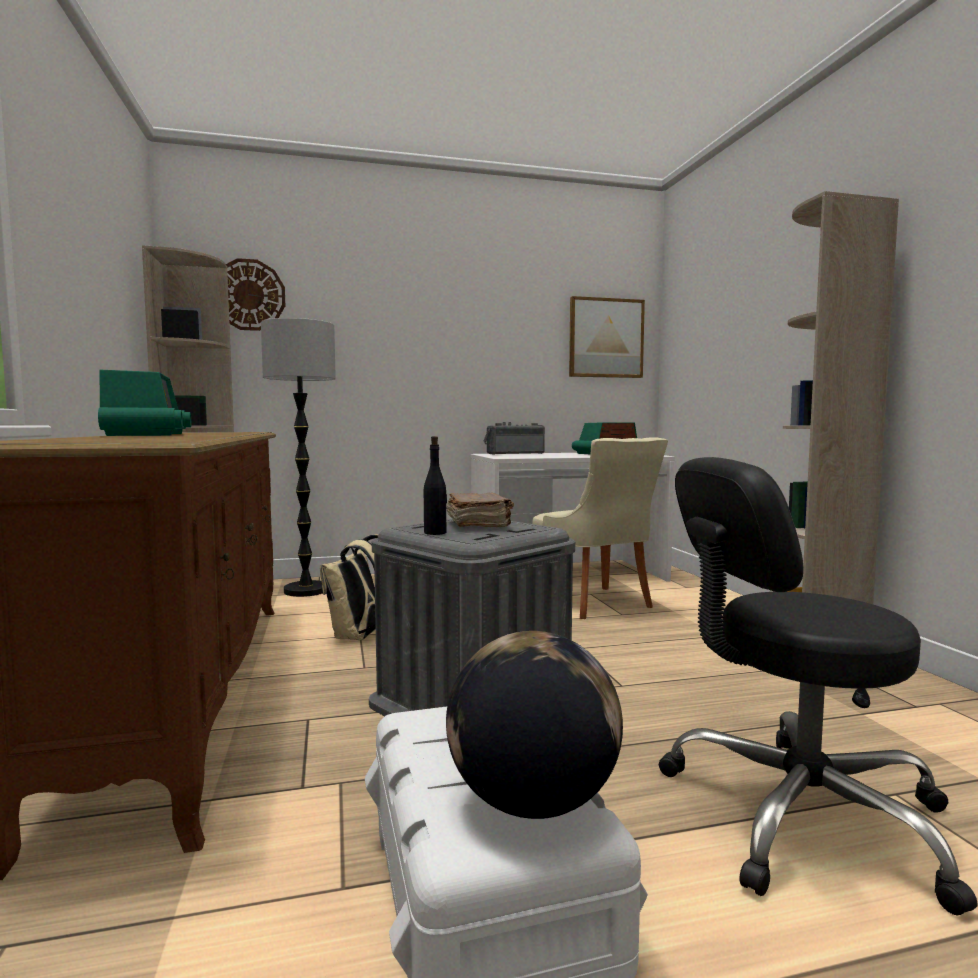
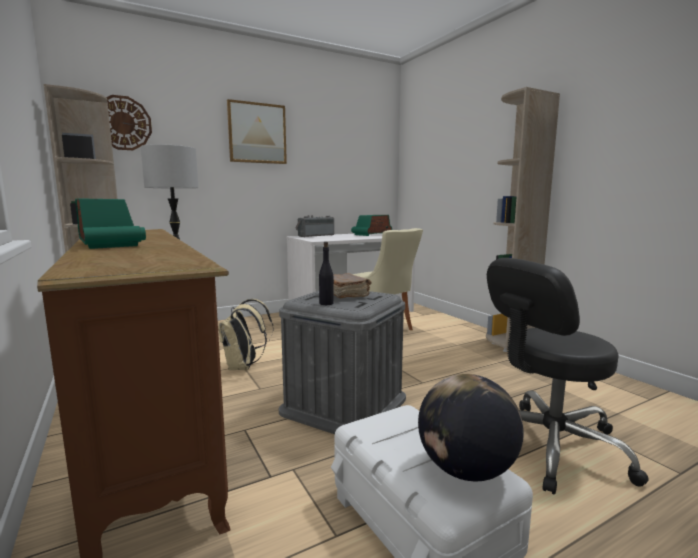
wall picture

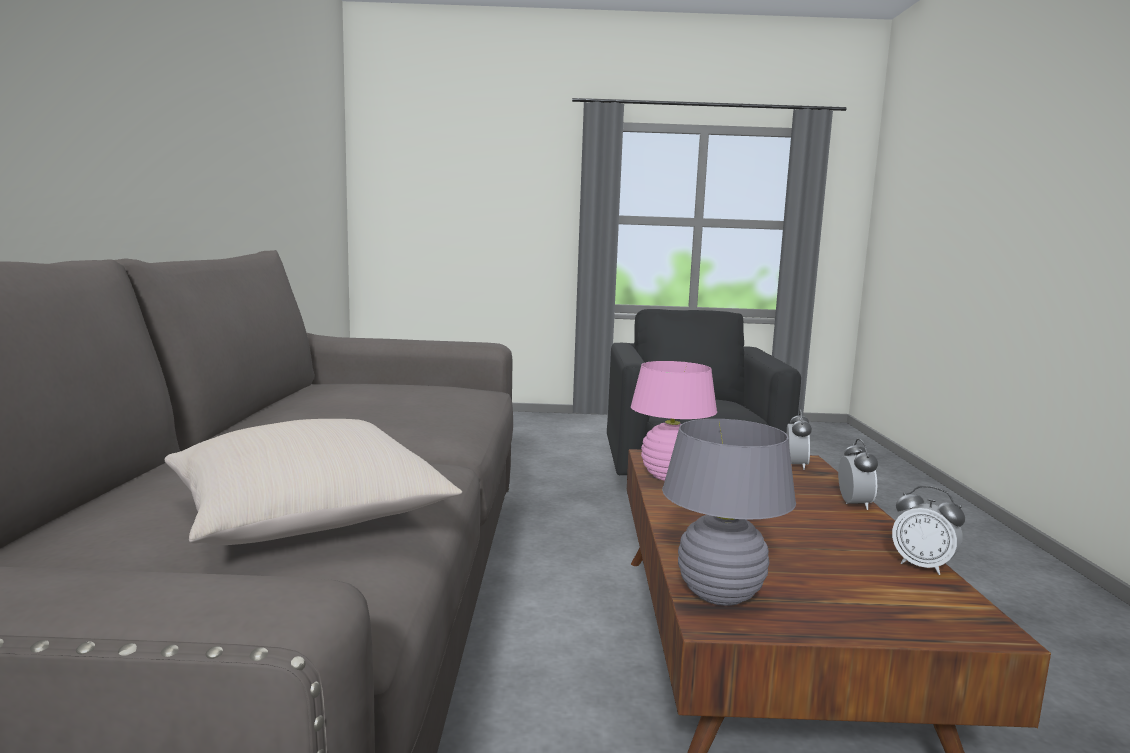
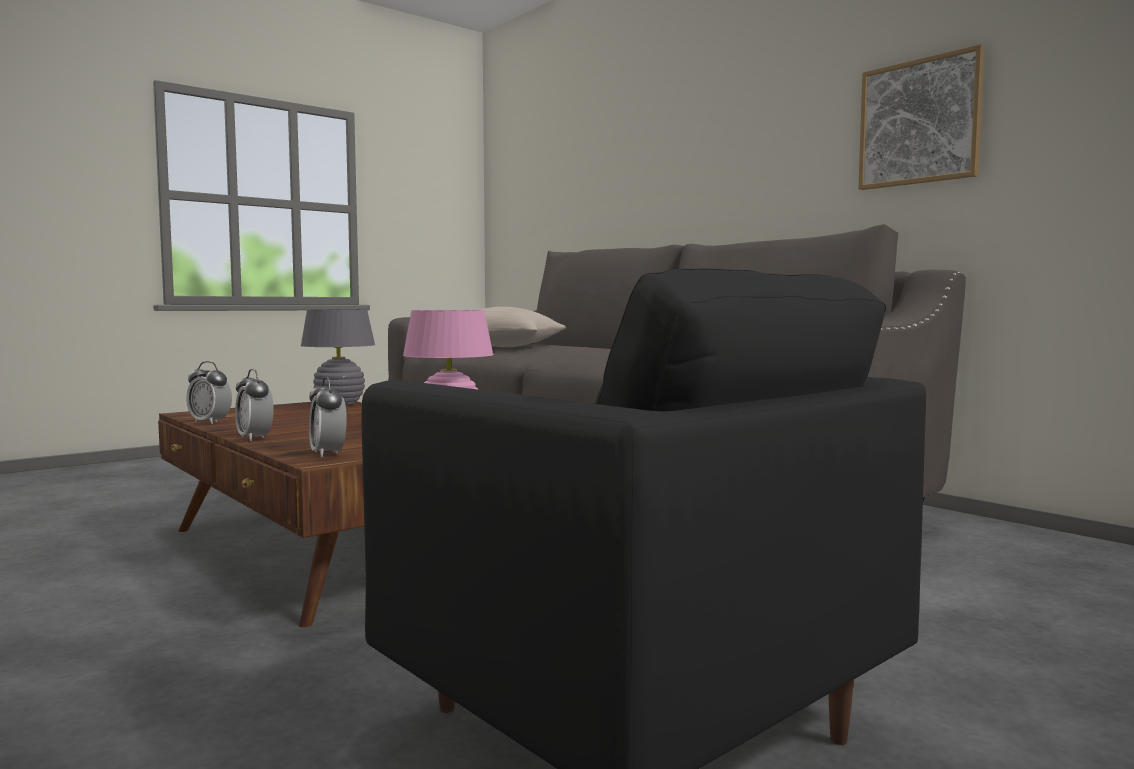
wall picture
table clock (no. 1 from left)

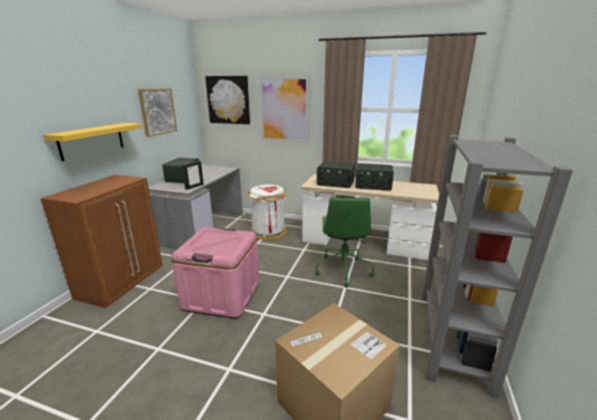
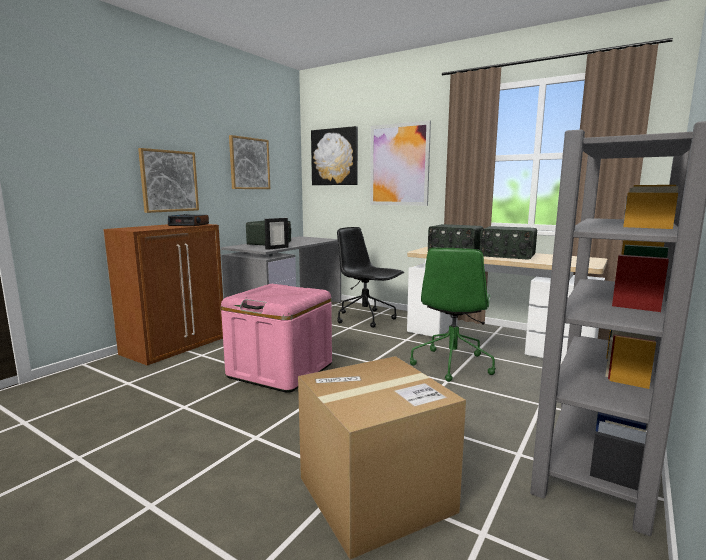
table clock
wall picture (no. 1 from left)
computer chair/black-coloured

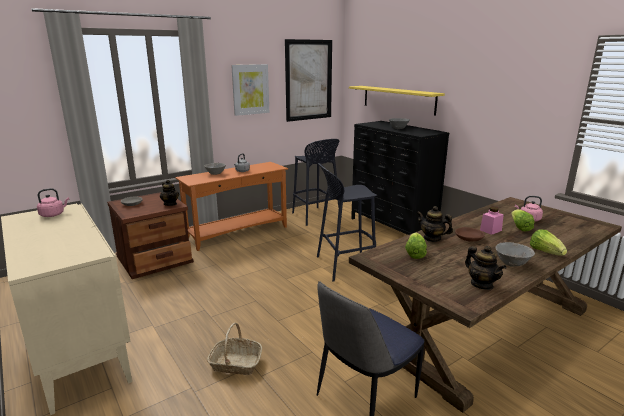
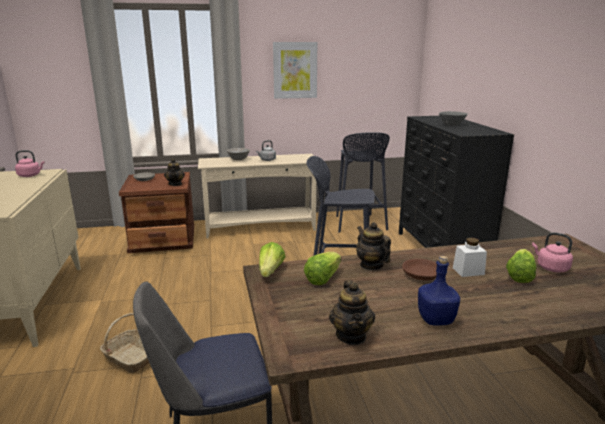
wall picture (no. 2 from left in the first image)
wall shelf/yellow-coloured
lettuce (no. 1 from left)
drink bottle/blue-coloured
narrow table/beige-coloured
jar/white-coloured

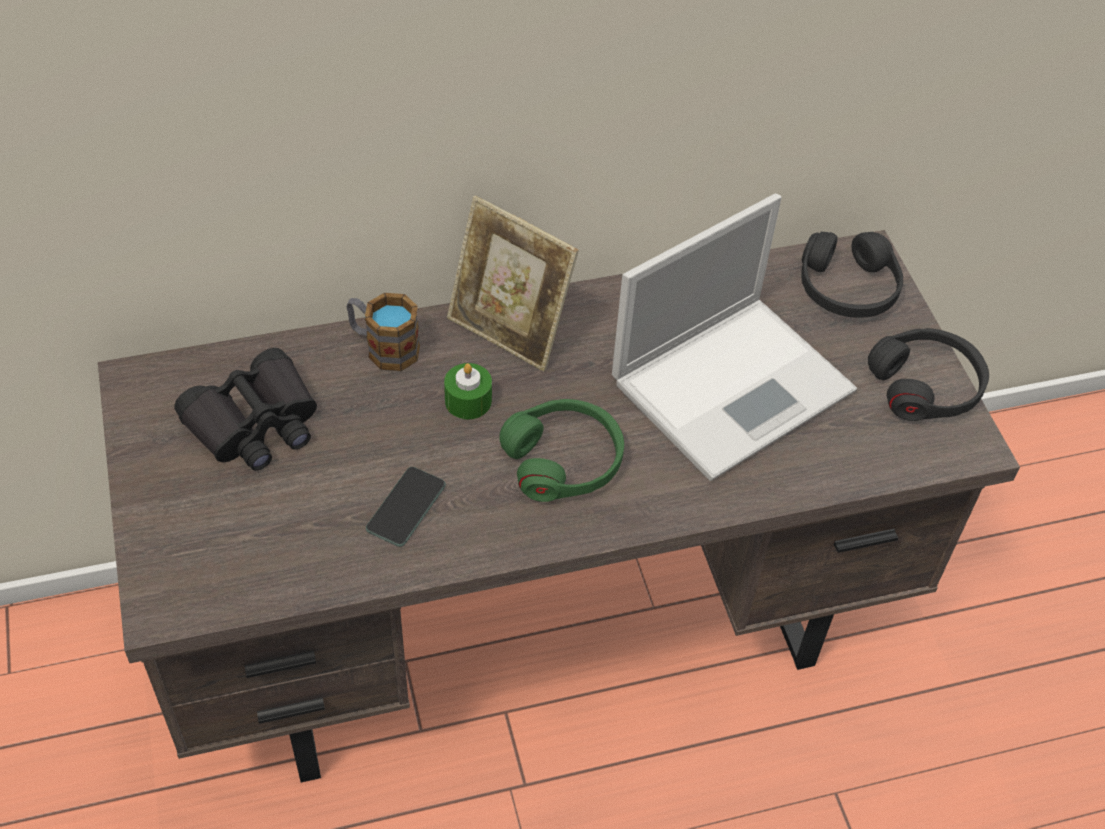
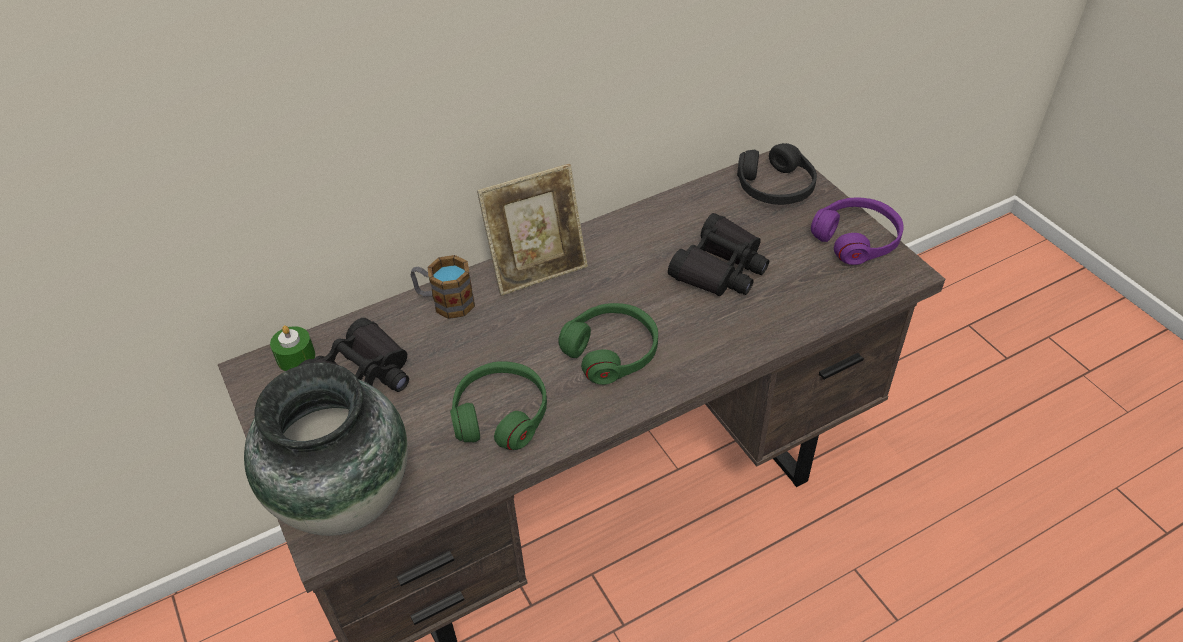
decorative vase
wax candle/greenish
pair of headphones/greenish (no. 1 from left)
pair of binoculars/black-coloured (no. 2 from left)
pair of headphones/purple
picture frame

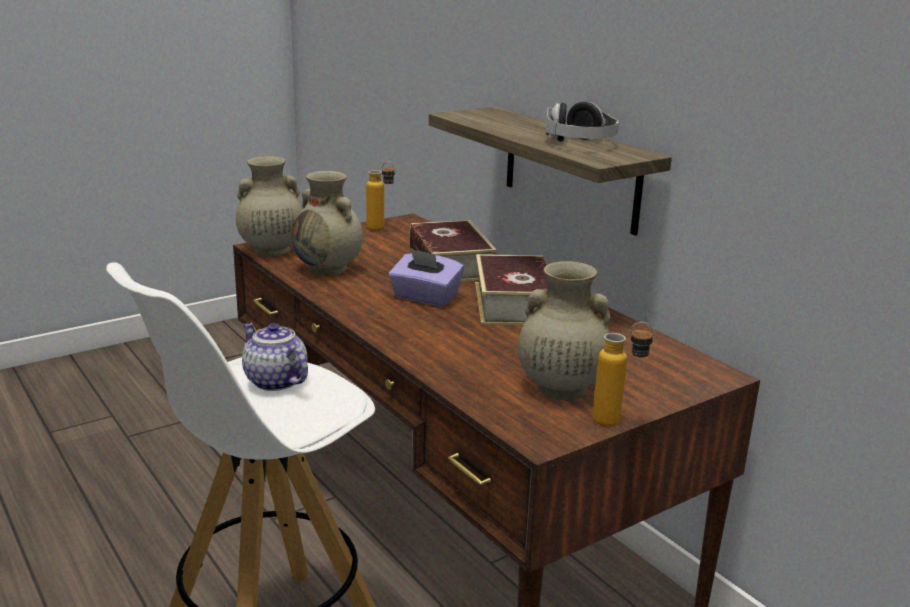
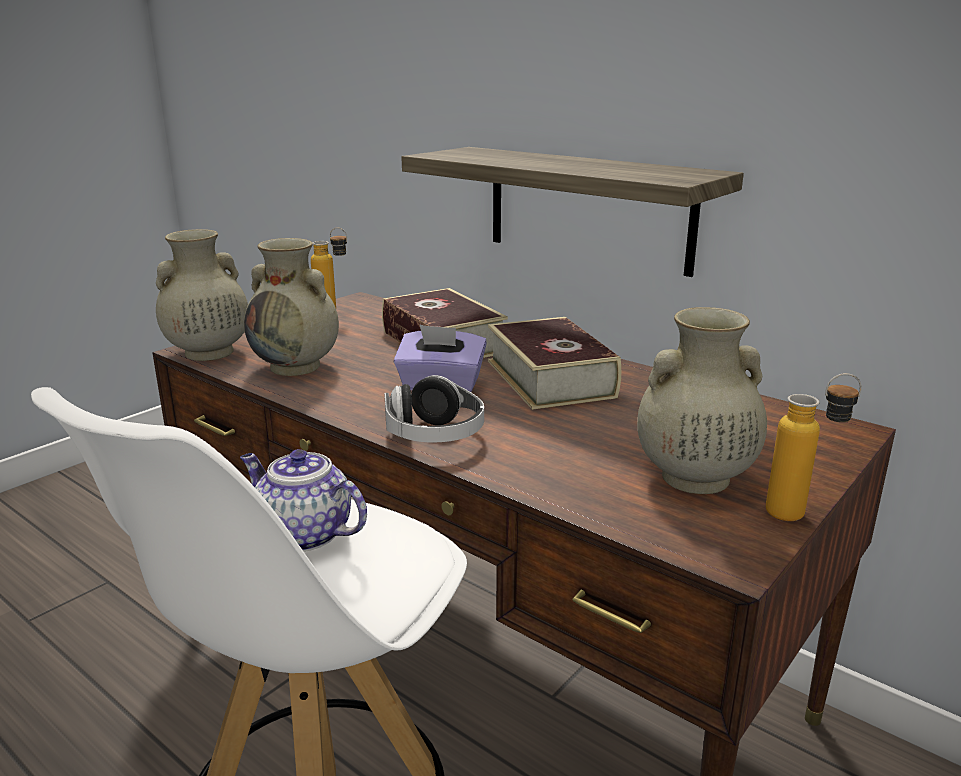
pair of headphones

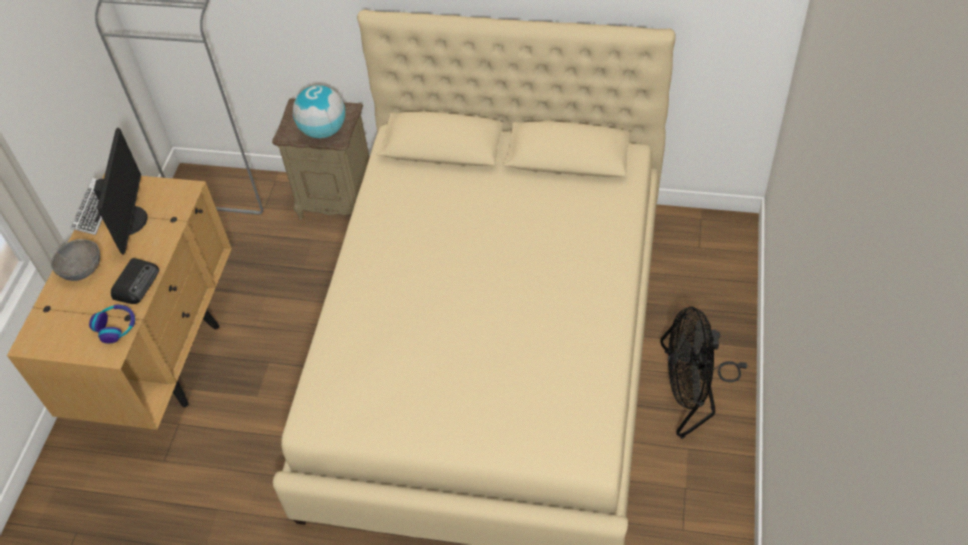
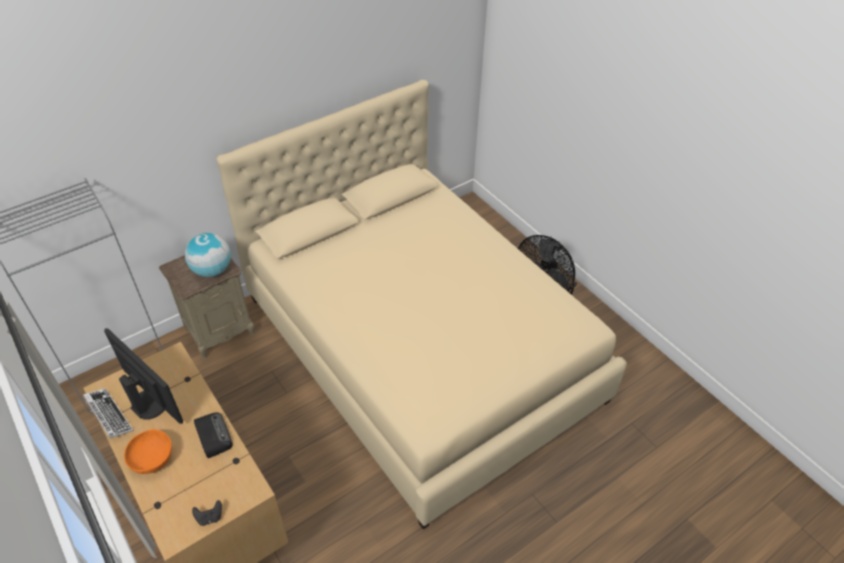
pair of headphones
game controller/black-coloured
serving bowl/orange

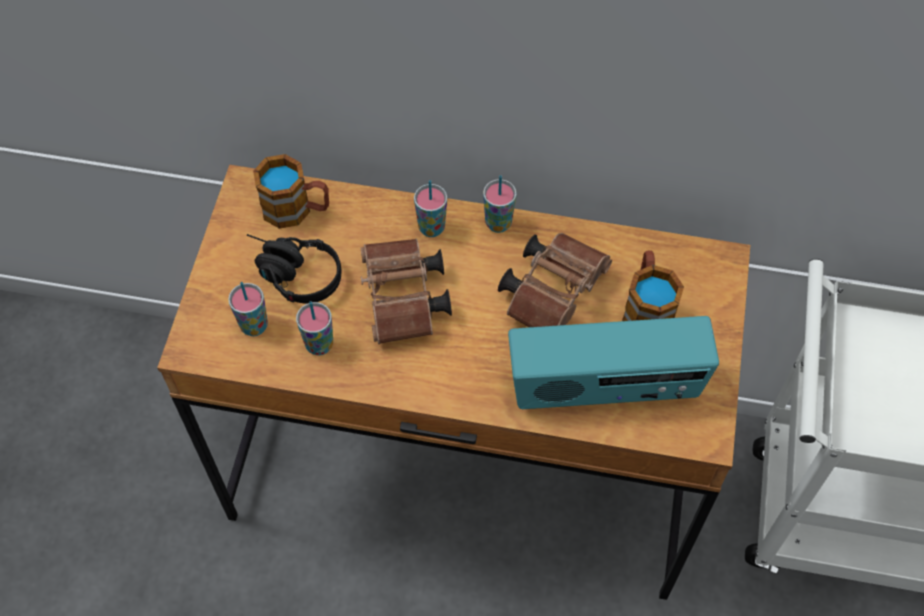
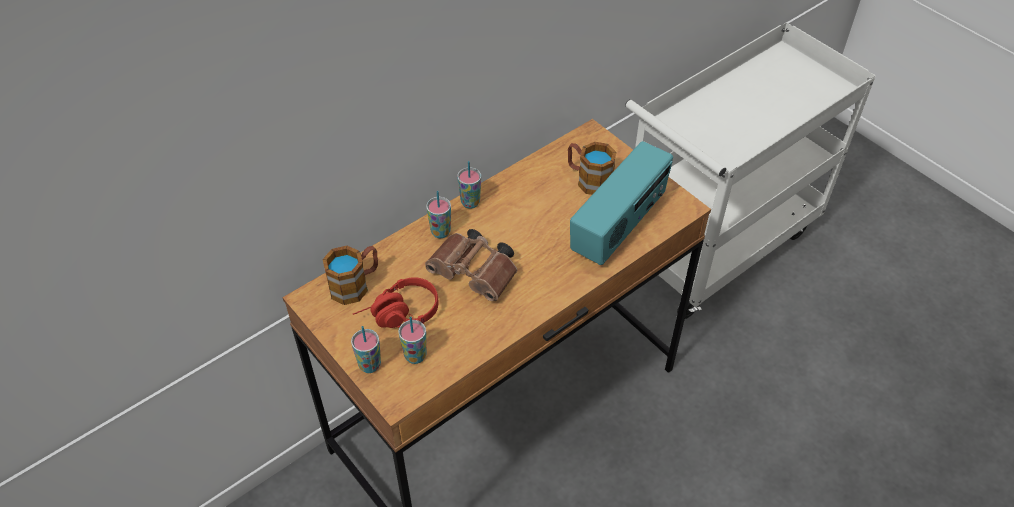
pair of binoculars/brownish (no. 2 from left in the first image)
cup (no. 1 from left)
pair of headphones/red-coloured

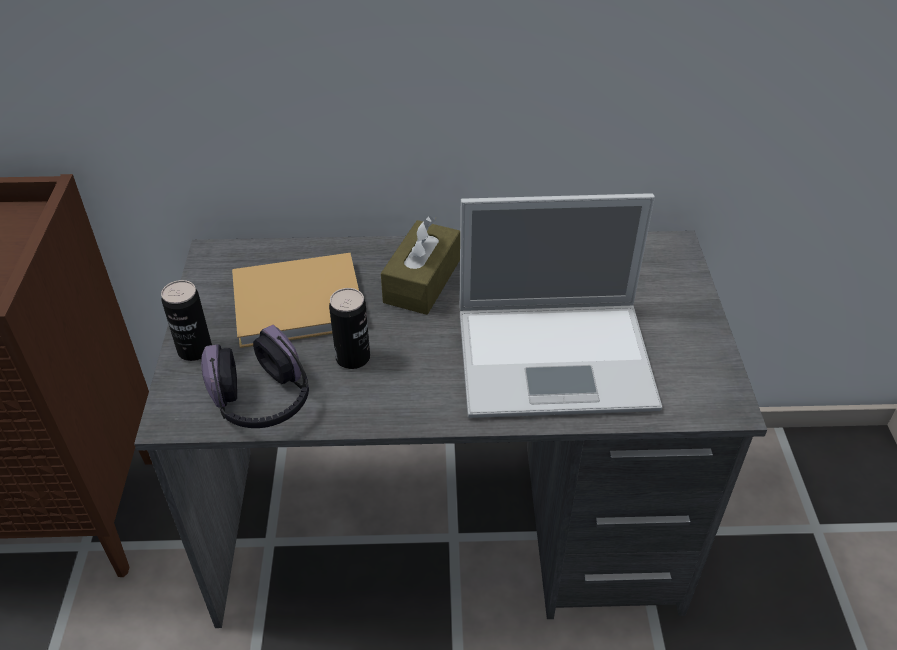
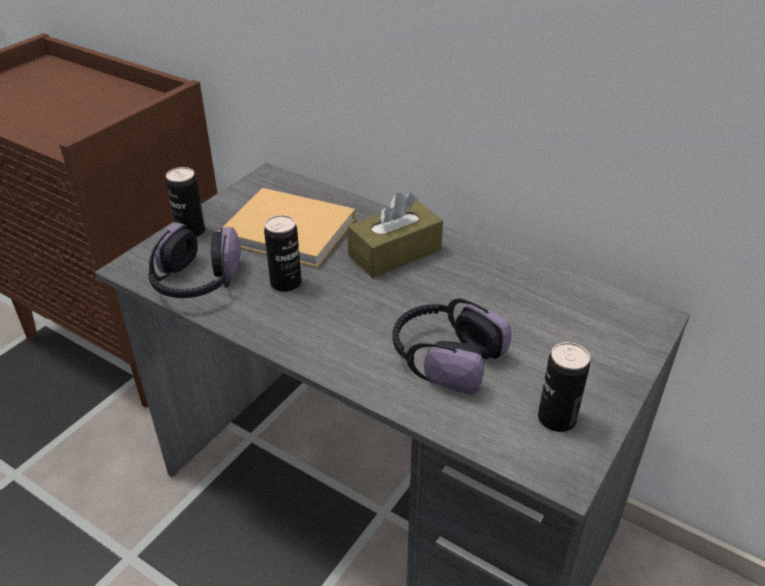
sealed can (no. 3 from left)
pair of headphones (no. 2 from left)

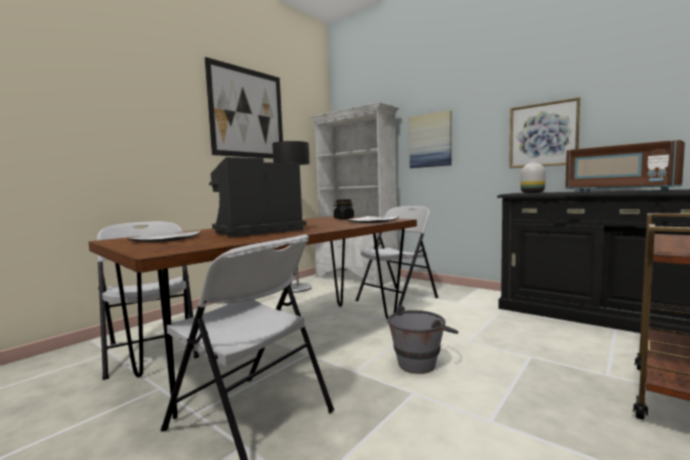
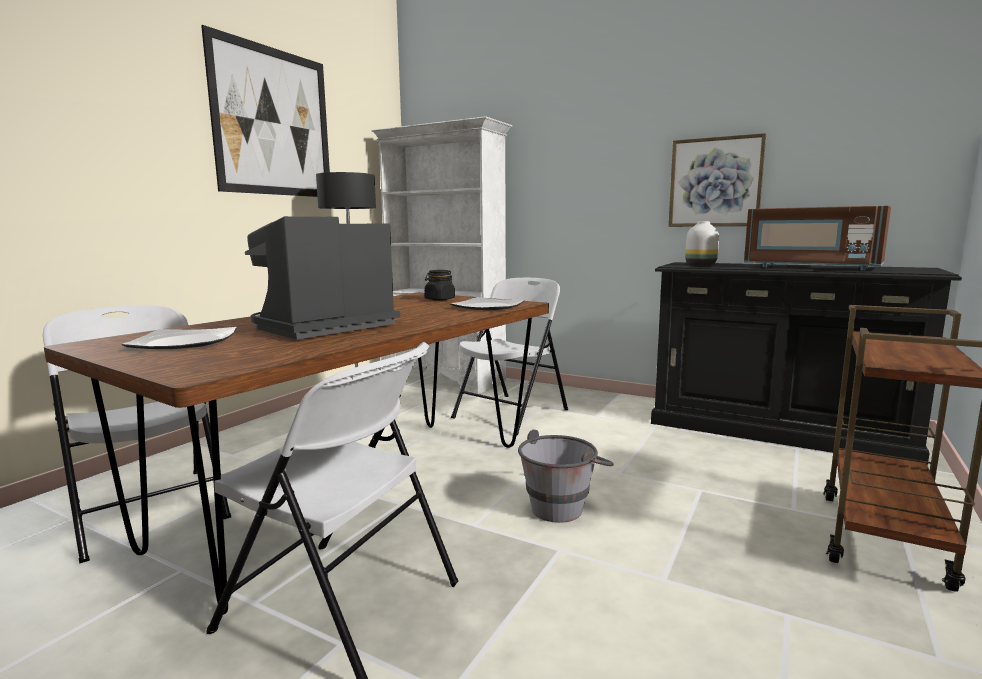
wall picture (no. 2 from left in the first image)

